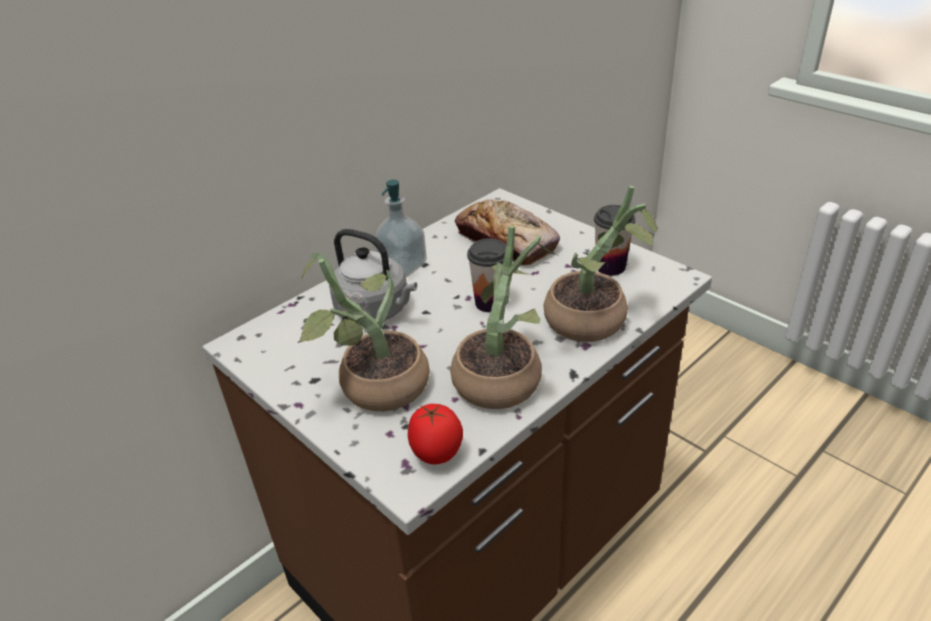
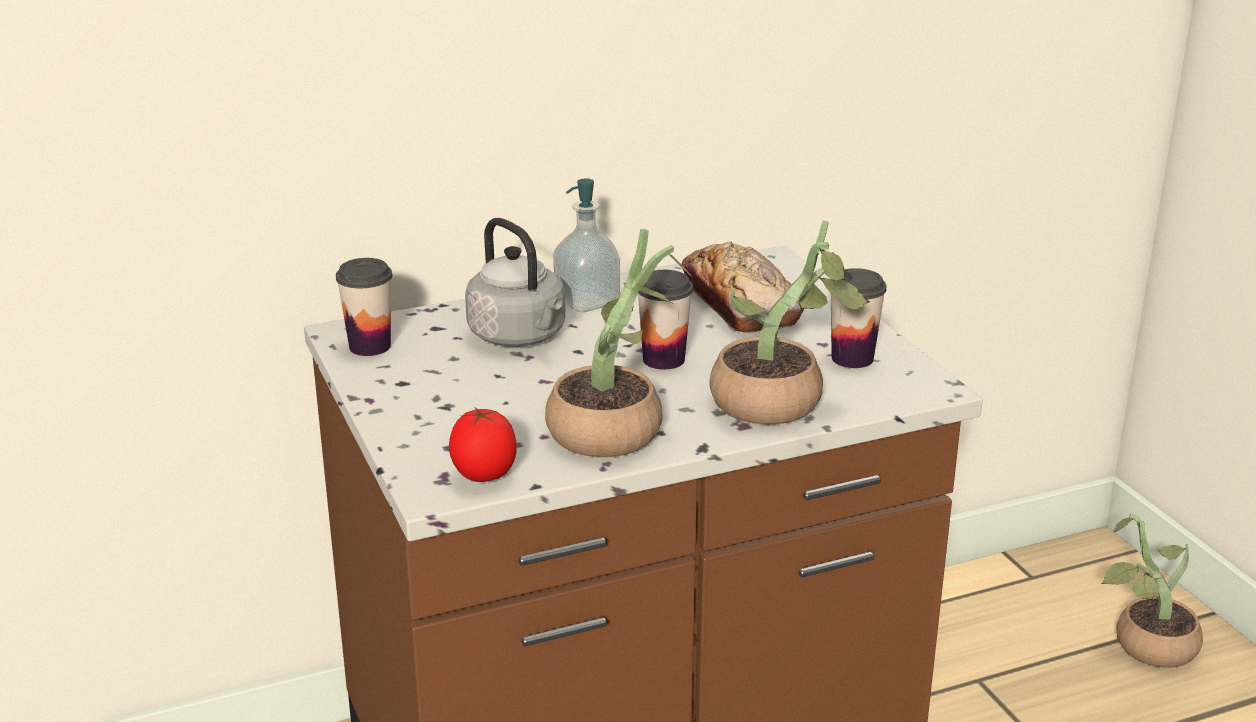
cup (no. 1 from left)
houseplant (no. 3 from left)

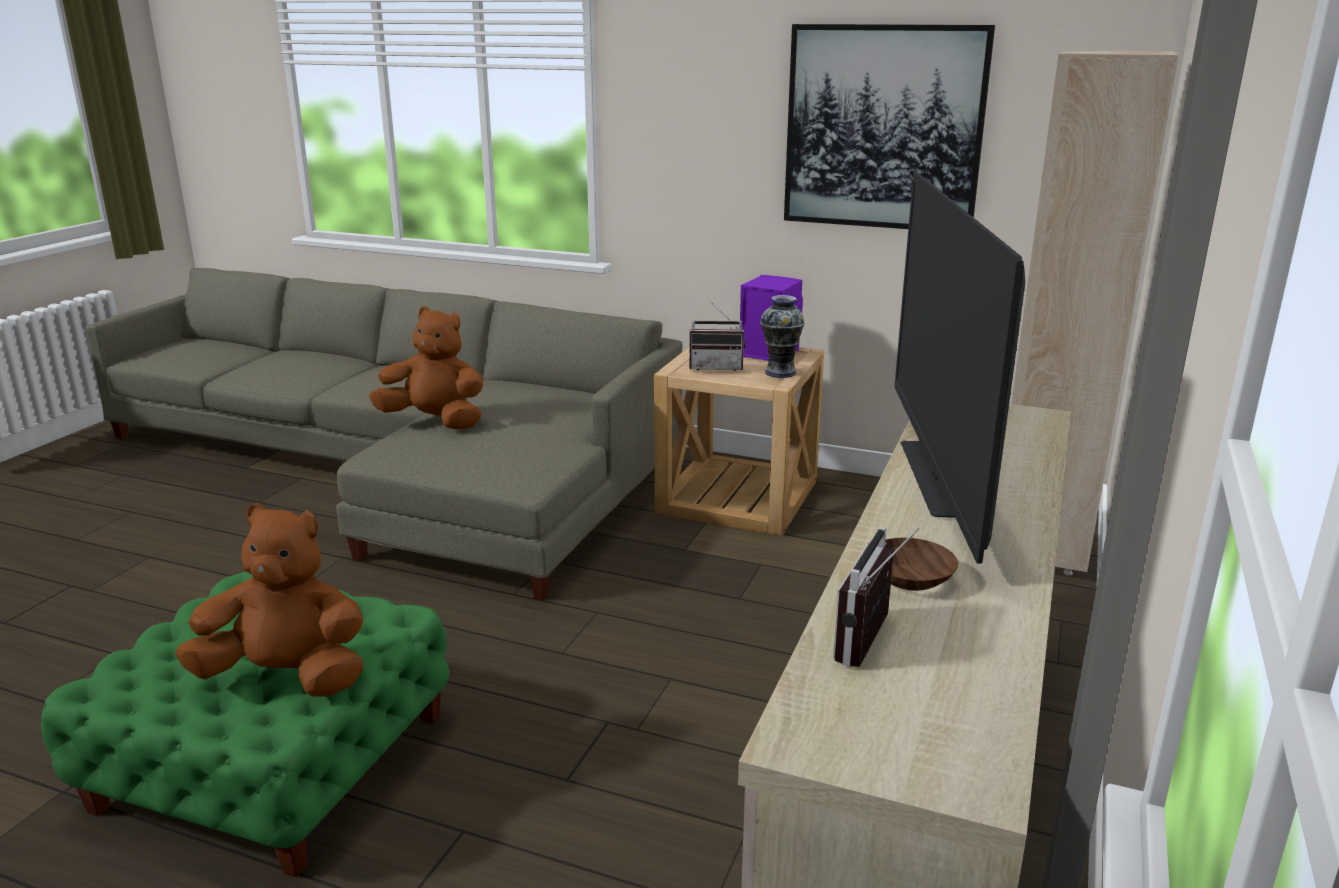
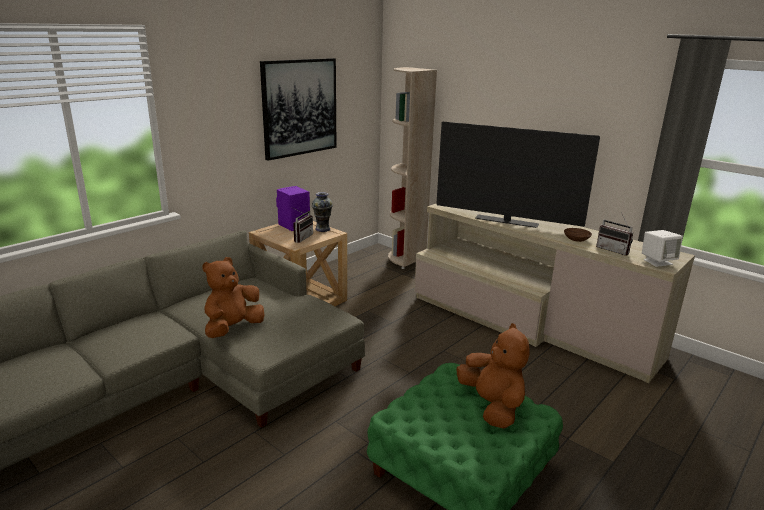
speaker/white-coloured
soft toy/brownish (no. 2 from left)

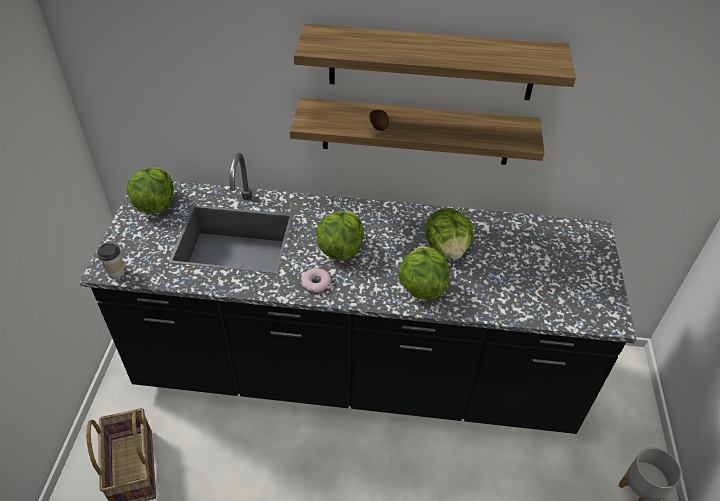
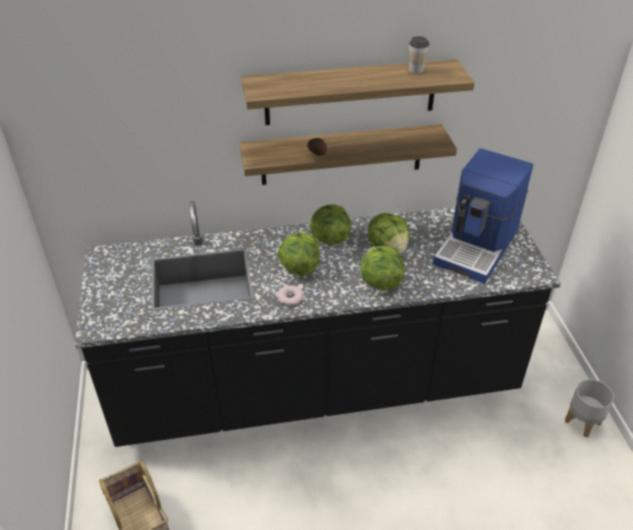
coffee maker
cup
lettuce (no. 2 from left)

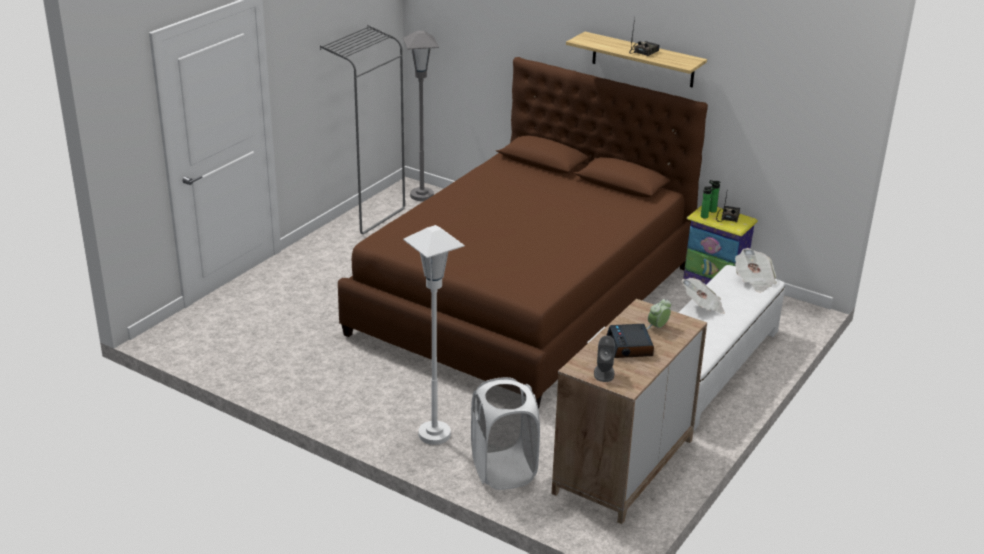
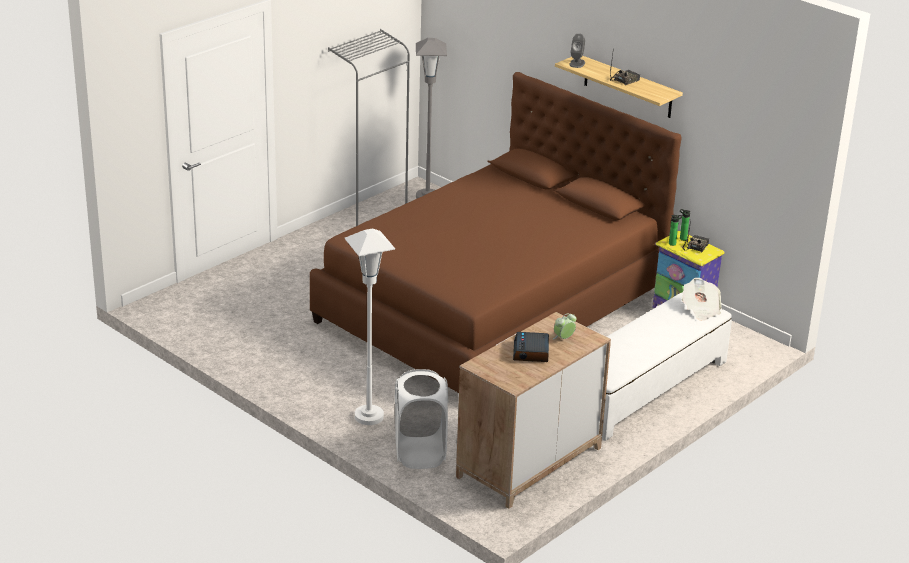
newspaper (no. 1 from left in the first image)
speaker/grey

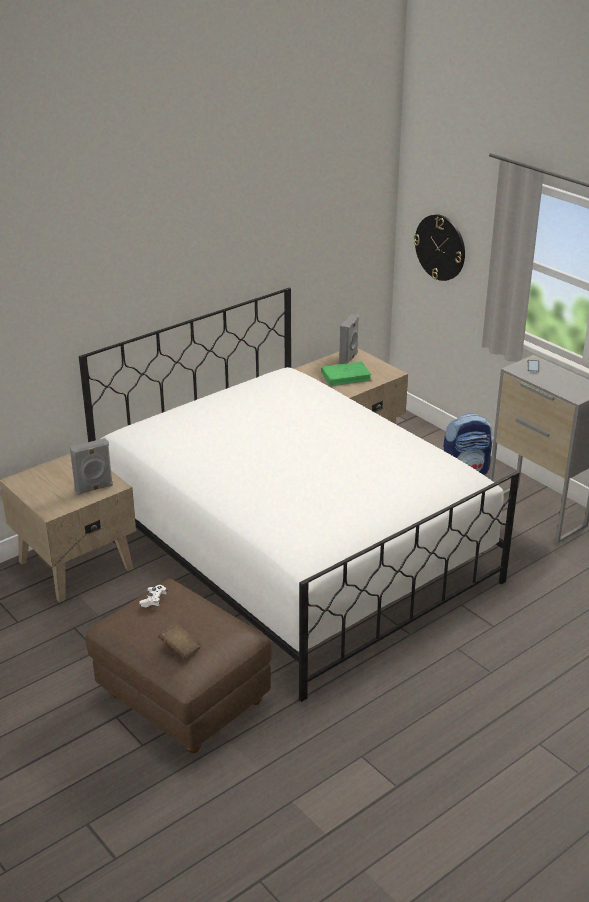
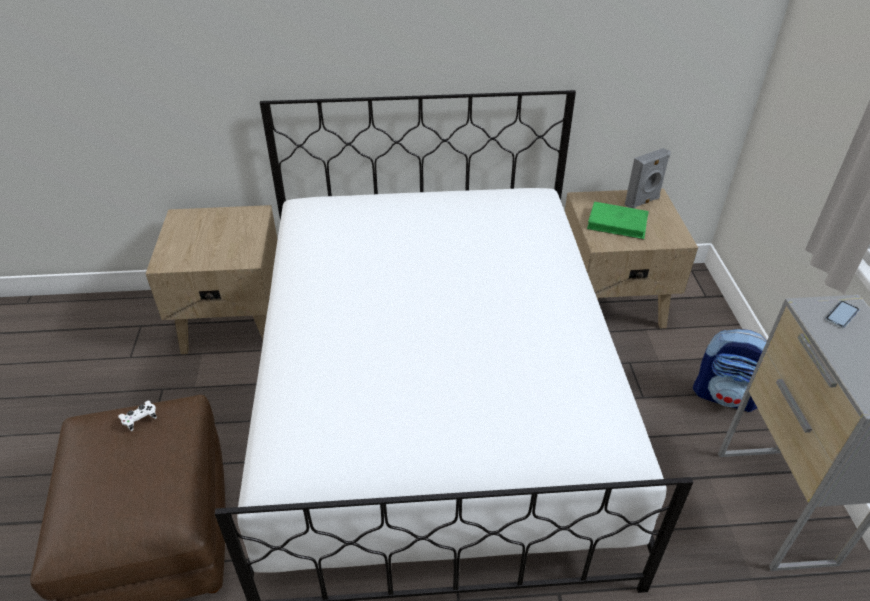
speaker/grey (no. 1 from left in the first image)
volume/brownish
hanging clock

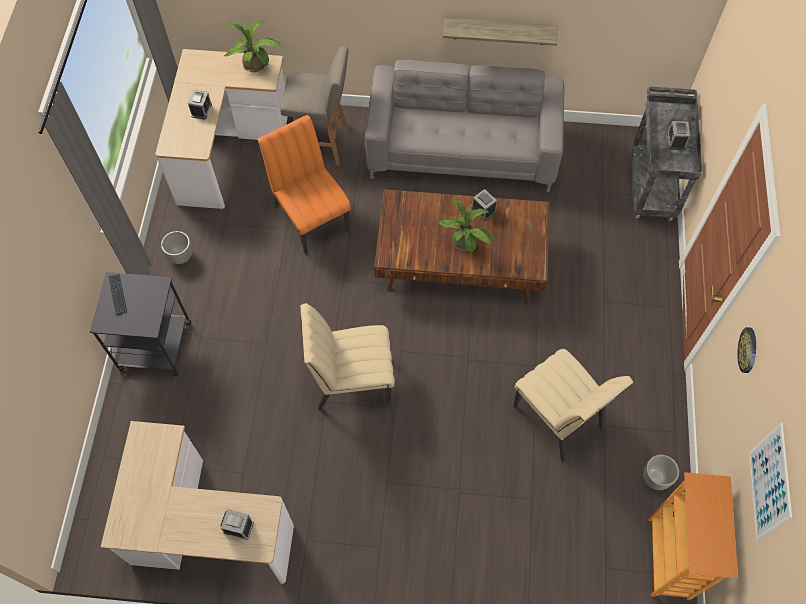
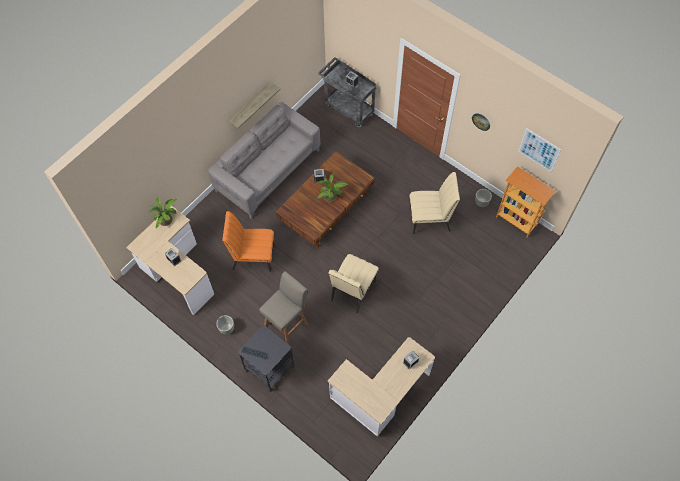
sitting stool/grey

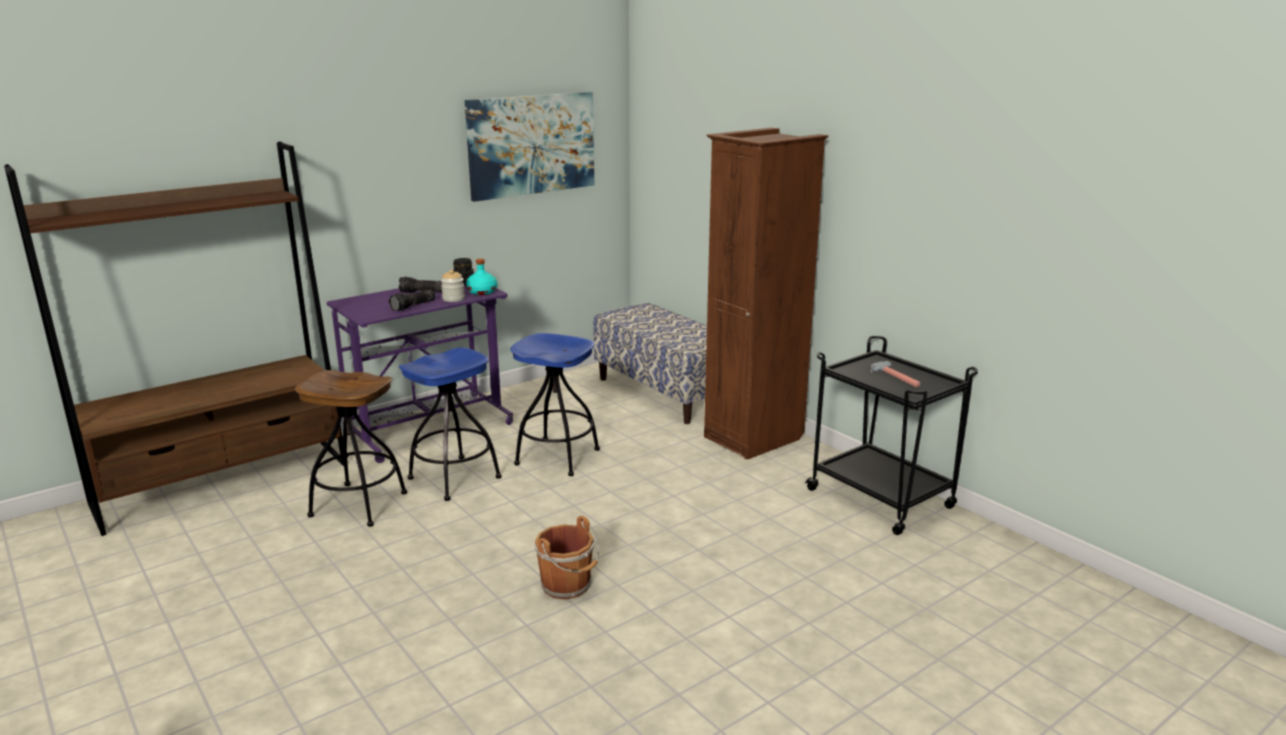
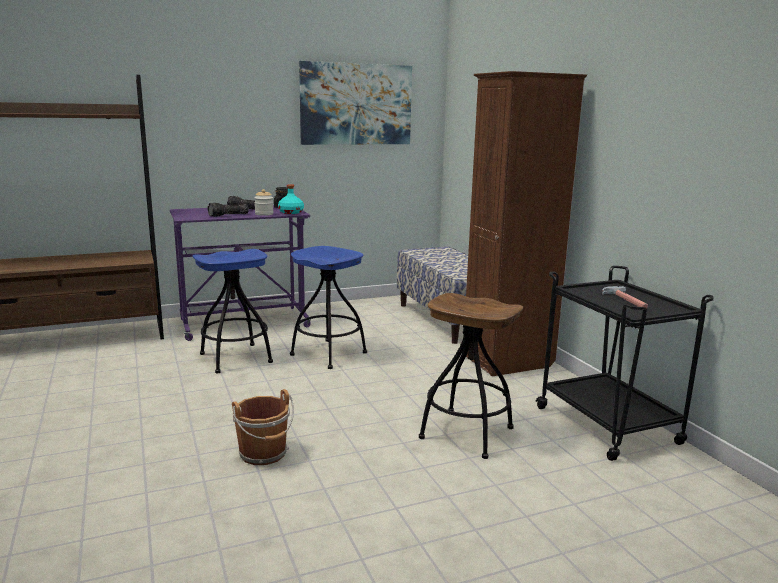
sitting stool/brownish

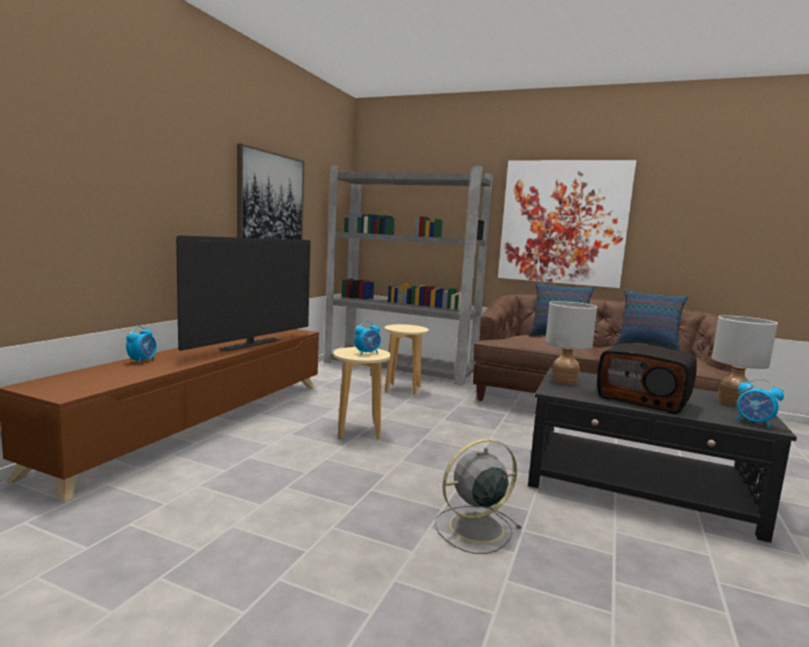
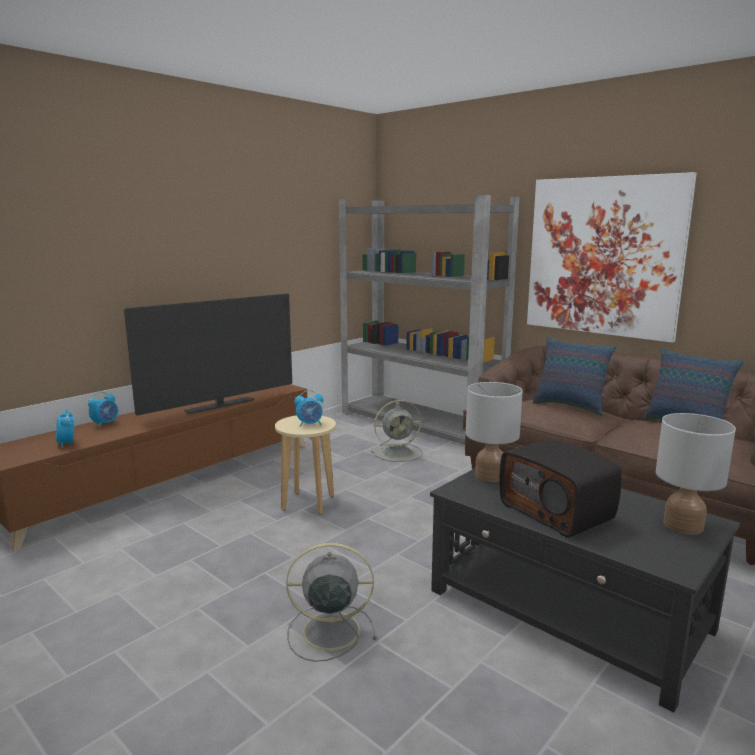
wall picture (no. 1 from left in the first image)
table clock (no. 1 from left)
electric fan/grey (no. 2 from left)

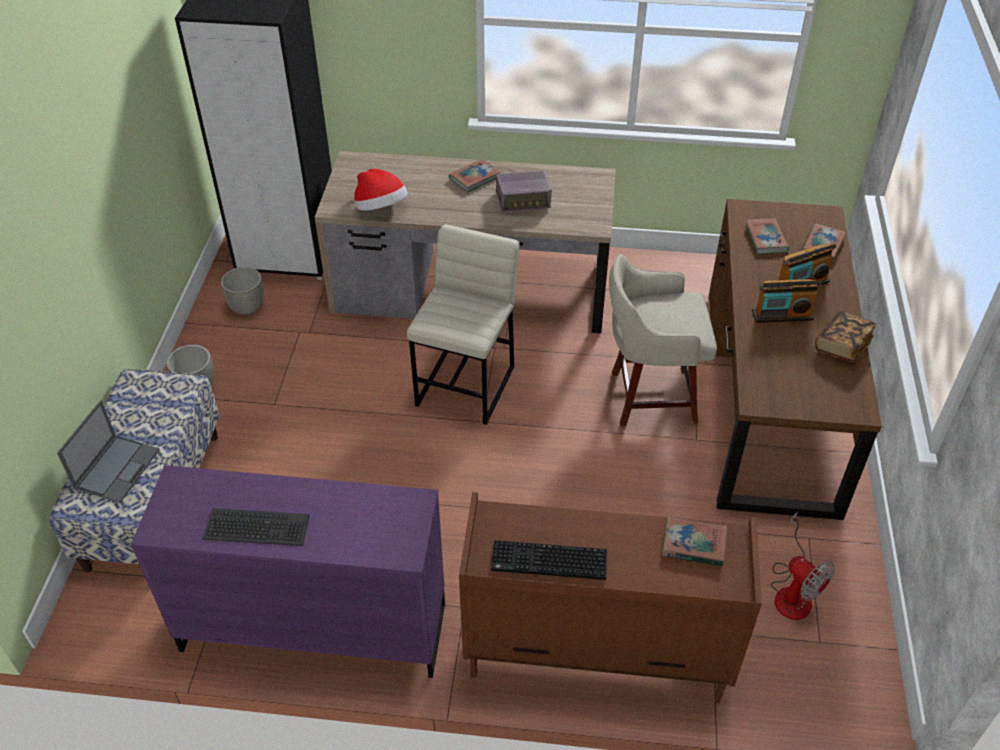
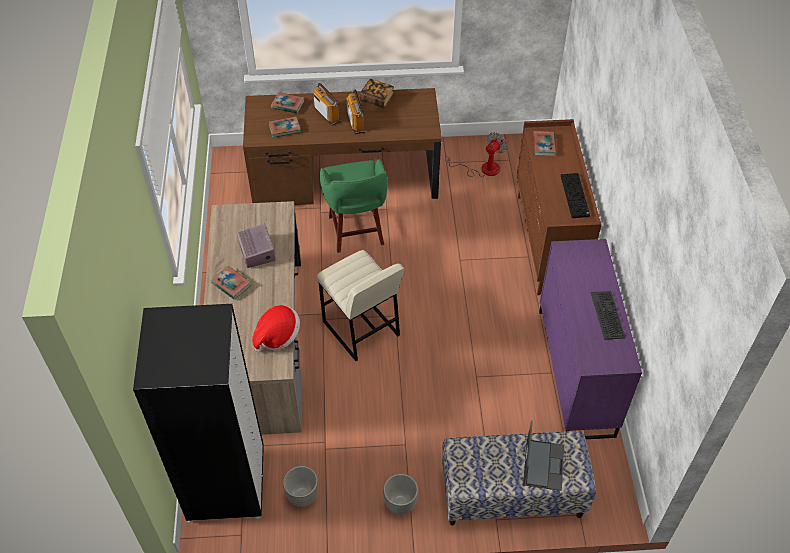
sitting stool/greenish
laptop
plain chair/beige-coloured

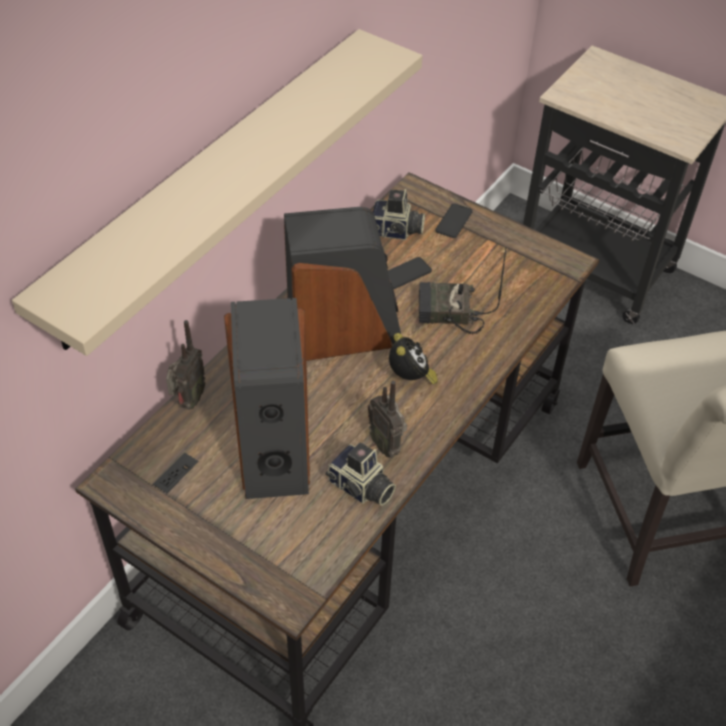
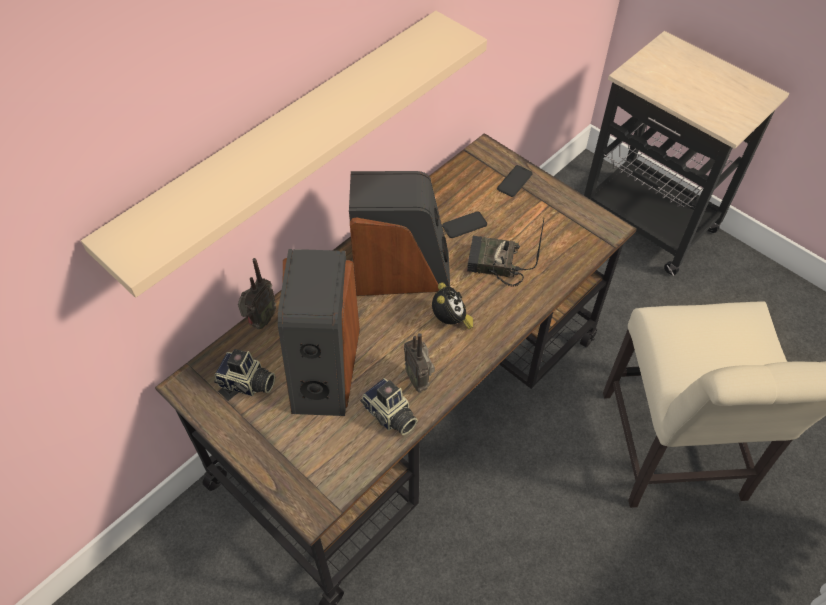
still camera (no. 1 from left)

